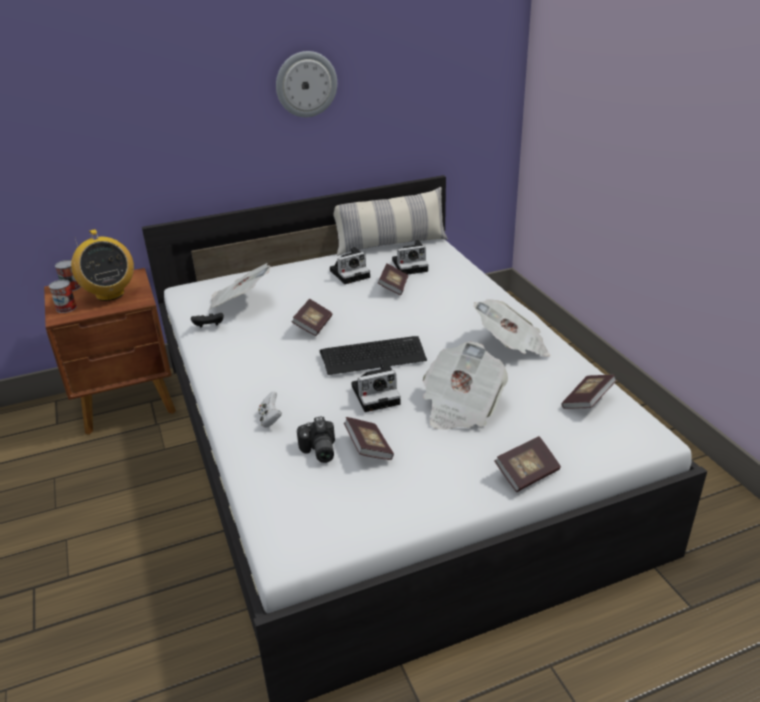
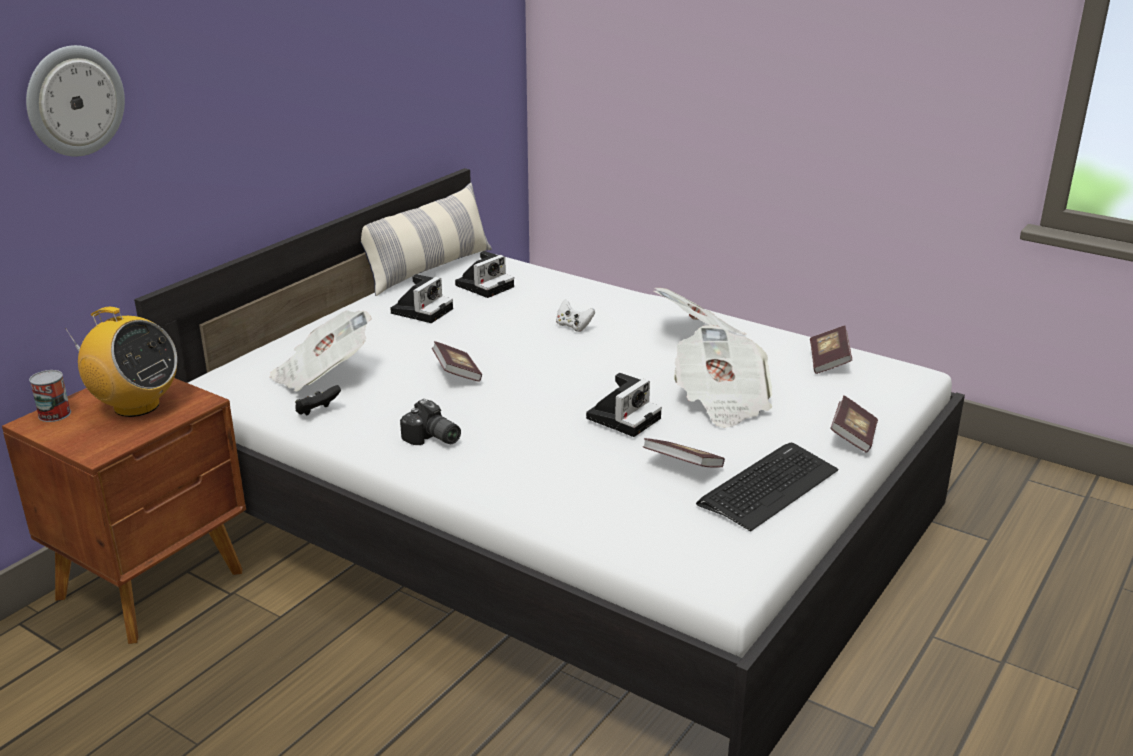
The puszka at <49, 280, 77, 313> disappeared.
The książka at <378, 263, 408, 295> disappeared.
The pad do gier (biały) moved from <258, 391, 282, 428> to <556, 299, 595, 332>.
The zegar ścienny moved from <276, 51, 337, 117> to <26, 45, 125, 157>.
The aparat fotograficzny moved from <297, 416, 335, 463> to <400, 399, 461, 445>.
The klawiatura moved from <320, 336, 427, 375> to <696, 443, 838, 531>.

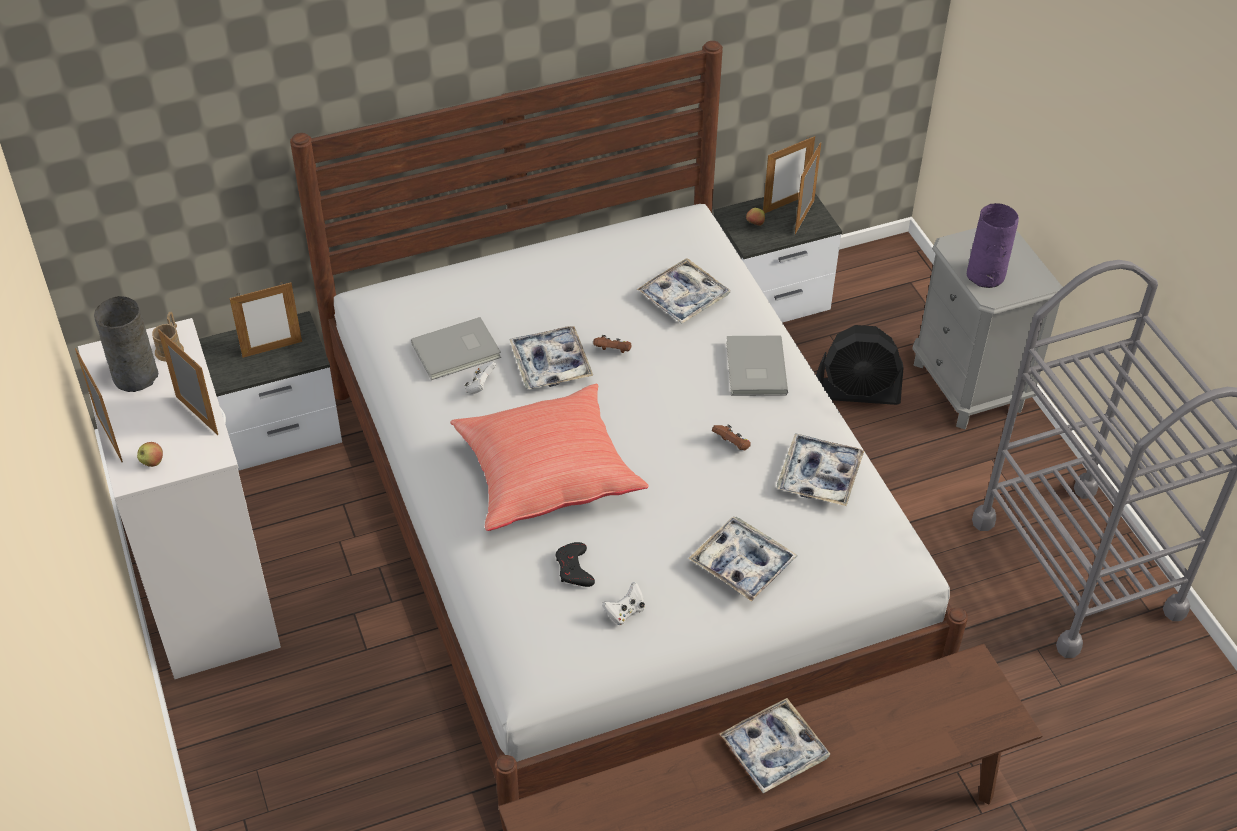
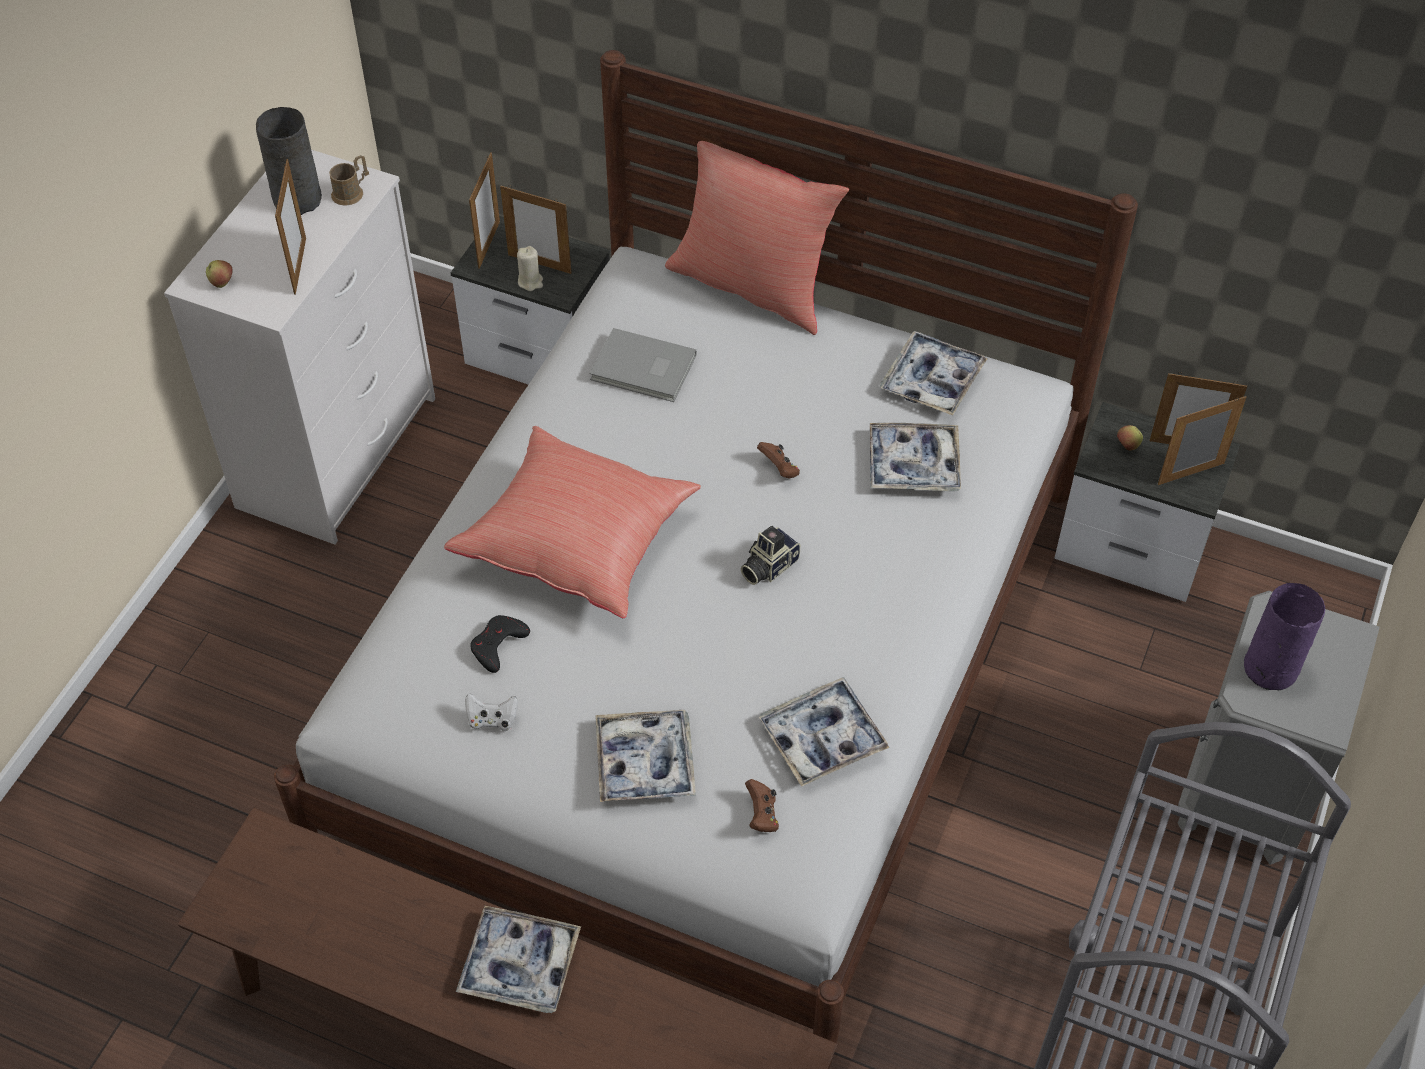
The pad do gier (biały) at <465, 361, 497, 394> disappeared.
The książka (szary) at <726, 336, 788, 396> disappeared.
The wentylator (czarny) at <816, 325, 904, 405> disappeared.
The świeca (beżowy) at <517, 246, 543, 291> appeared.
The poduszka (czerwony) at <665, 141, 849, 335> appeared.
The aparat fotograficzny at <741, 526, 800, 585> appeared.
The ramka na zdjęcie moved from <75, 348, 123, 462> to <469, 152, 500, 269>.
The taca moved from <509, 326, 593, 389> to <880, 331, 988, 415>.
The pad do gier (brązowy) moved from <712, 424, 751, 450> to <745, 779, 779, 832>.

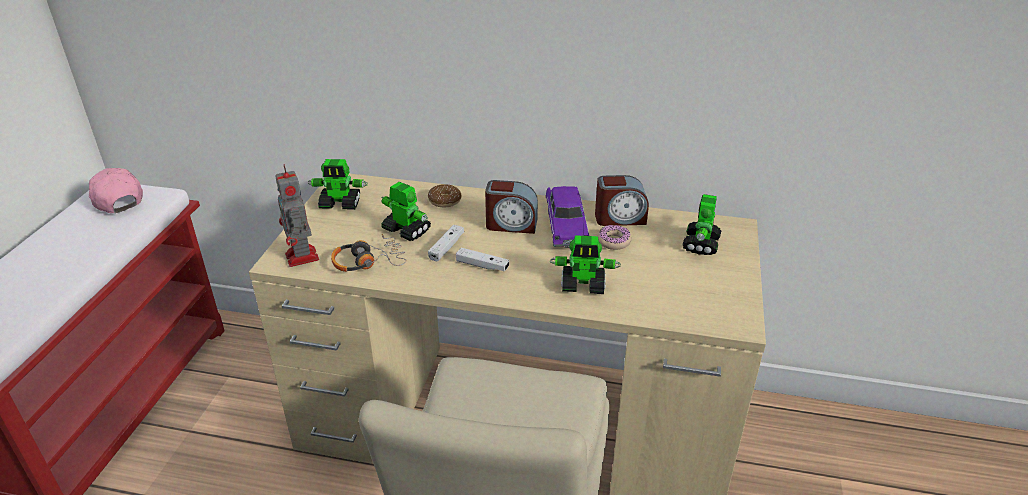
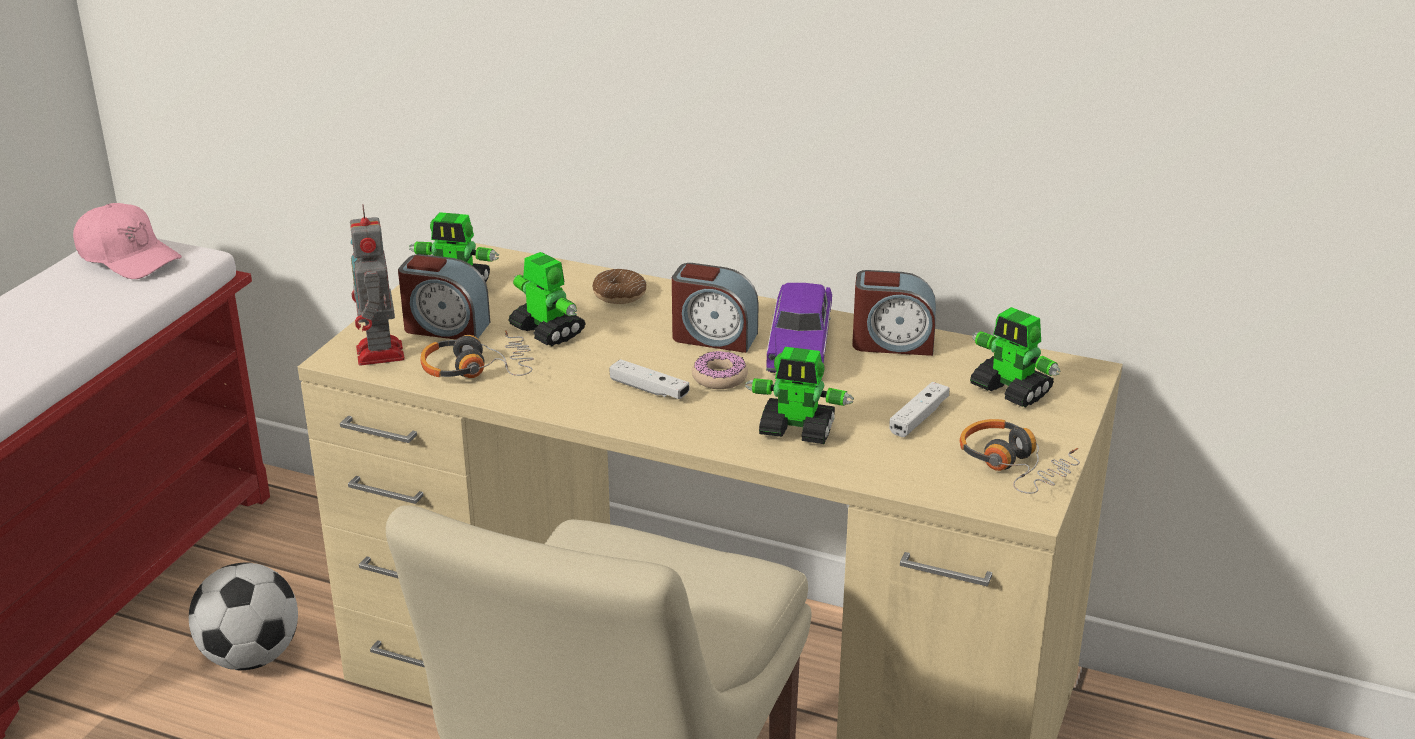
The piłka futbolowa at <189, 563, 298, 670> appeared.
The budzik at <398, 254, 490, 340> appeared.
The słuchawki at <960, 419, 1080, 494> appeared.
The pad do gier (biały) moved from <428, 225, 464, 261> to <889, 382, 949, 437>.
The donut moved from <597, 225, 632, 250> to <692, 351, 748, 389>.
The czapka z daszkiem (różowy) at <89, 168, 143, 213> turned 150 degrees clockwise.
The robot zabawkowy at <682, 194, 721, 255> turned 75 degrees counterclockwise.

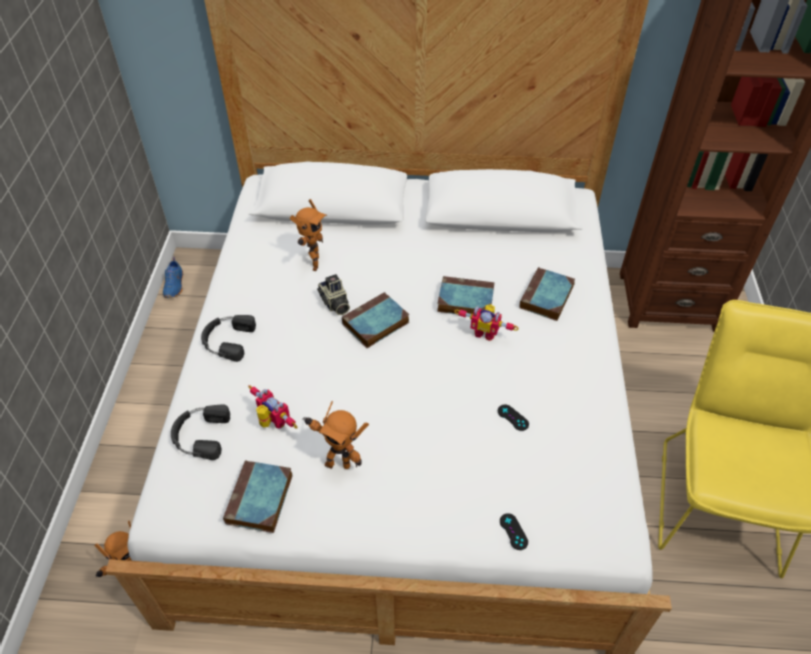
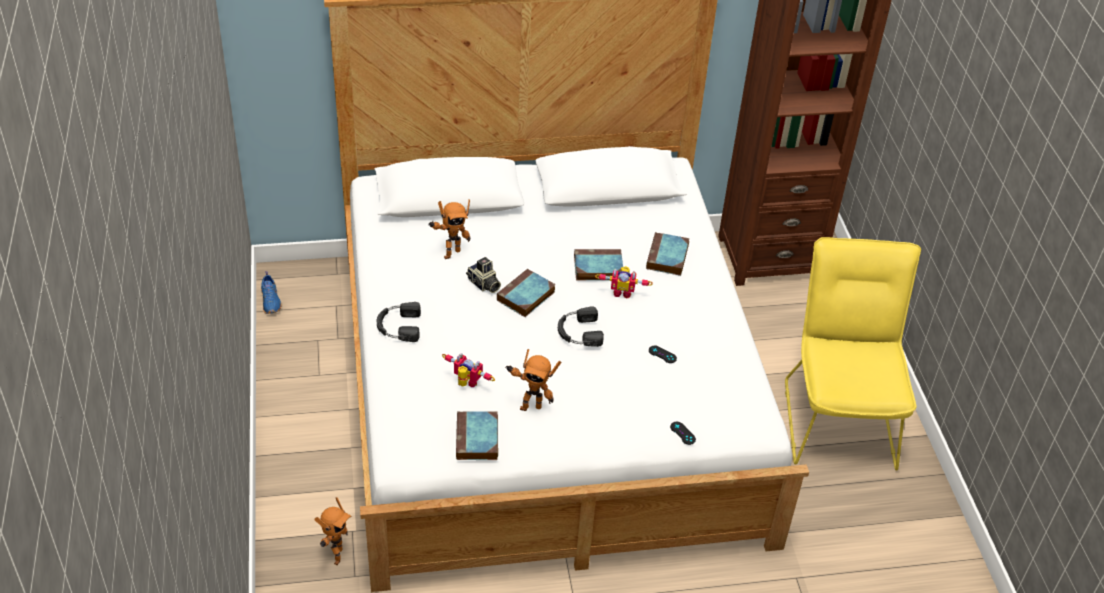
The słuchawki (czarny) moved from <171, 404, 230, 460> to <558, 306, 604, 347>.
The robot zabawkowy at <290, 199, 327, 271> turned 60 degrees clockwise.

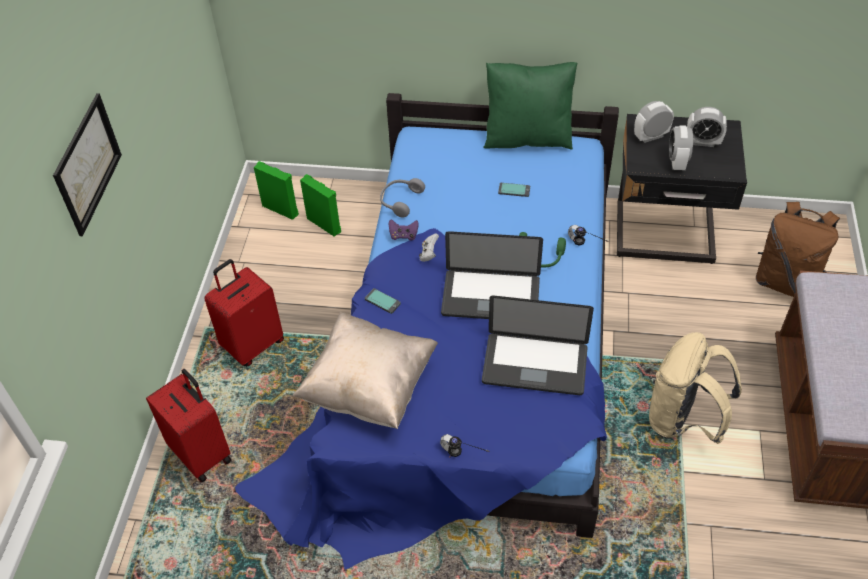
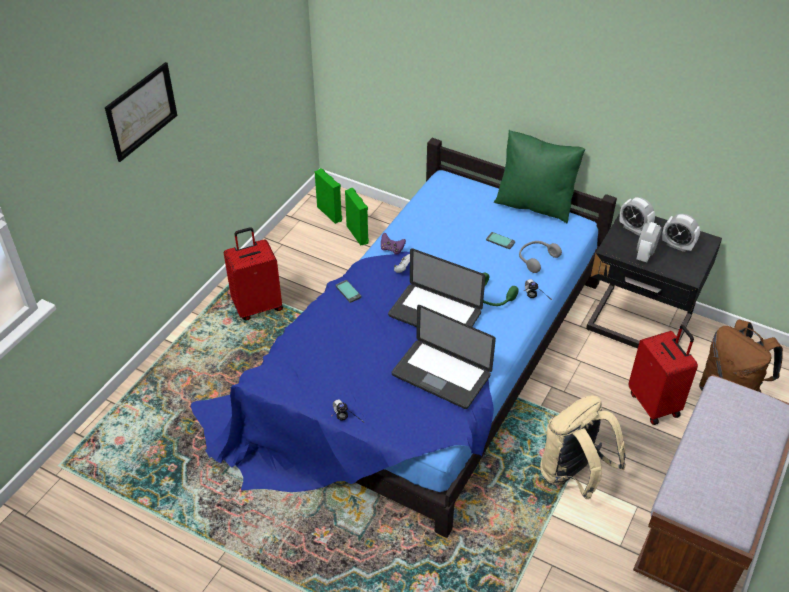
The poduszka (beżowy) at <292, 311, 438, 429> disappeared.
The walizka (czerwony) moved from <146, 369, 231, 483> to <628, 325, 698, 425>.
The słuchawki (szary) moved from <380, 178, 425, 217> to <519, 241, 562, 273>.
The budzik at <634, 101, 674, 143> turned 135 degrees counterclockwise.

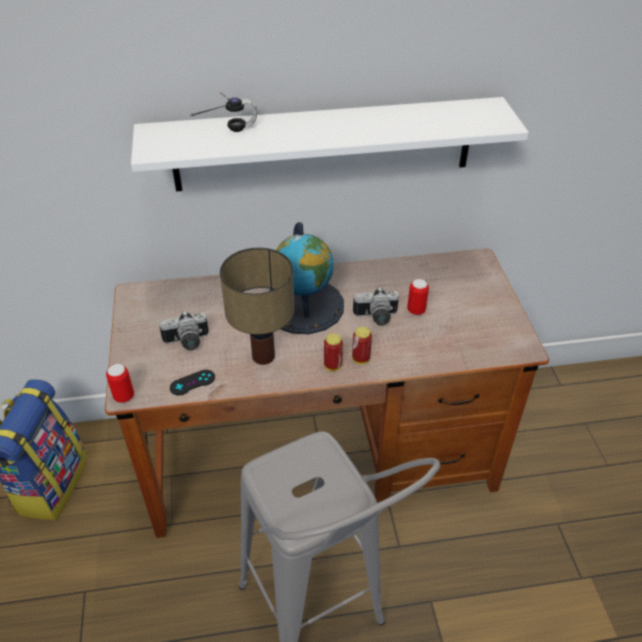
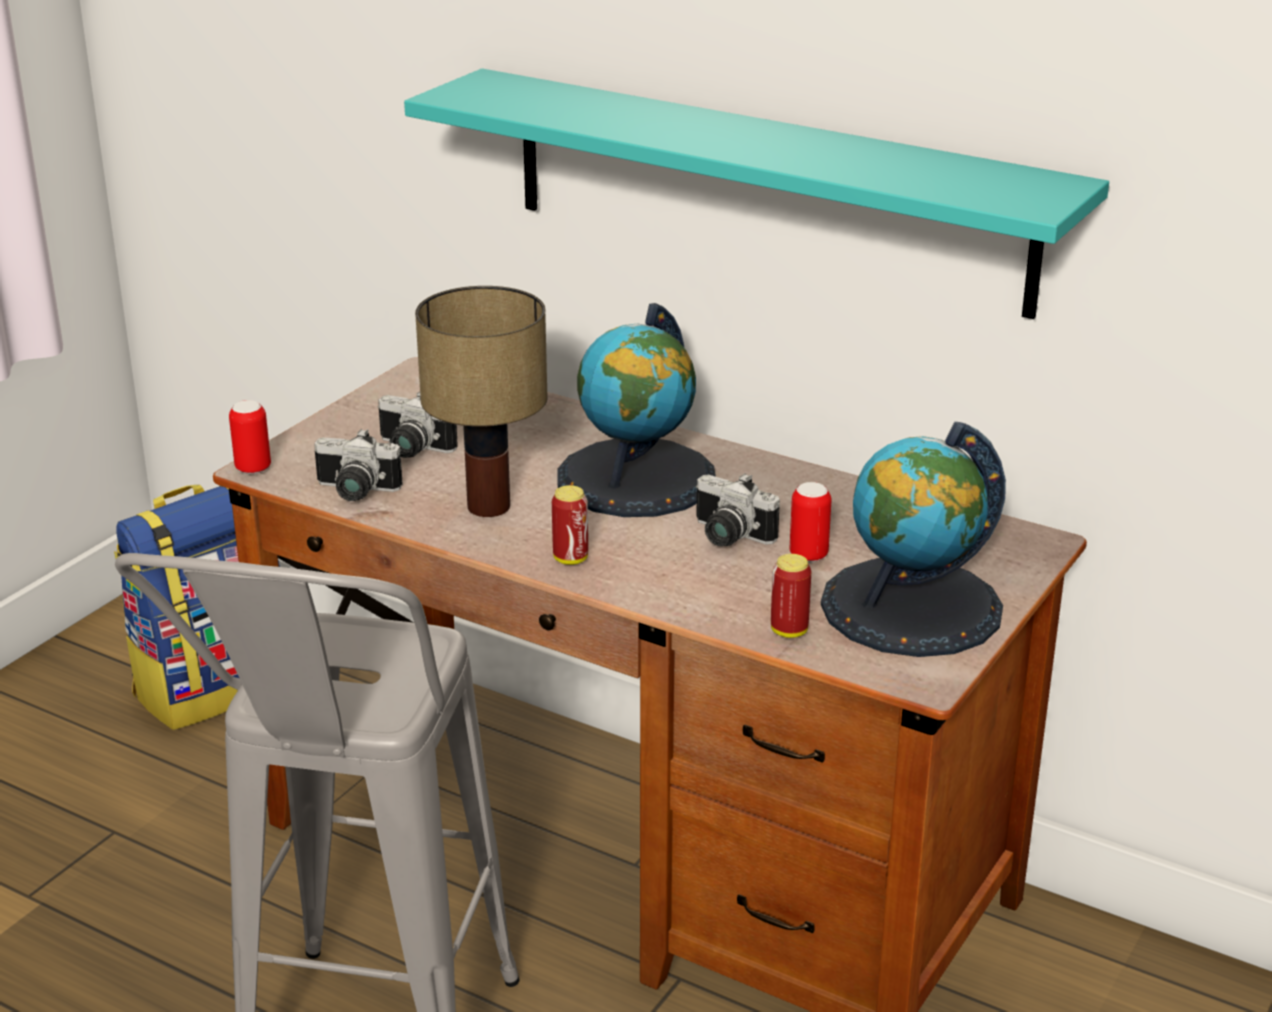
The słuchawki at <190, 93, 257, 132> disappeared.
The globus at <821, 422, 1006, 657> appeared.
The puszka moved from <352, 327, 372, 364> to <771, 554, 812, 638>.
The pad do gier (czarny) at <170, 370, 215, 396> was replaced by the aparat fotograficzny at <314, 429, 403, 501>.
The półka (biały) at <131, 97, 529, 191> became the półka (turkusowy) at <404, 69, 1109, 319>.

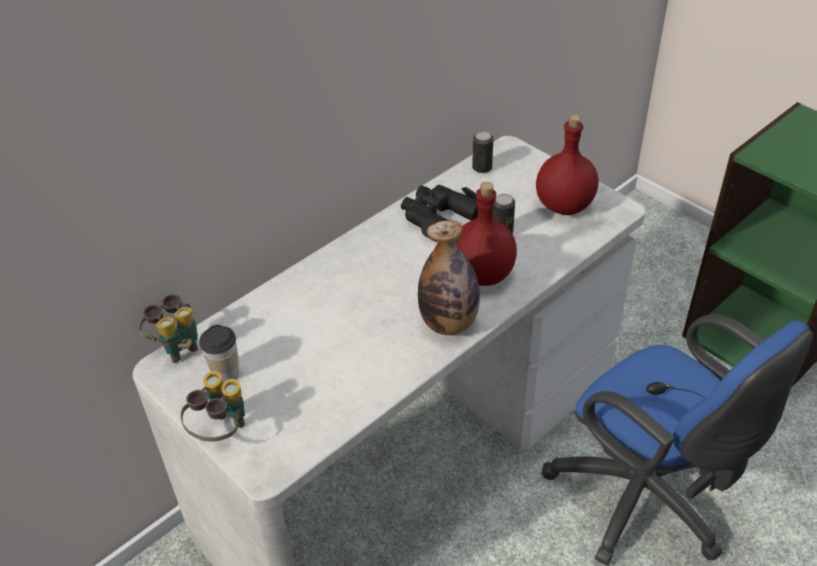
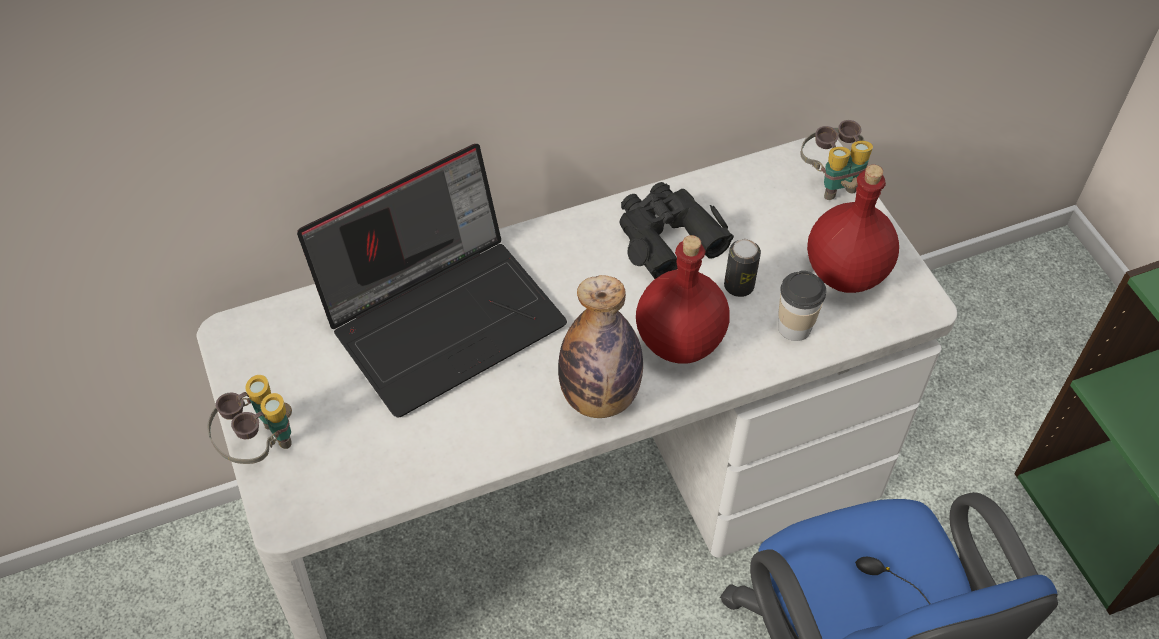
The puszka at <472, 131, 493, 173> disappeared.
The laptop at <297, 144, 567, 417> appeared.
The lornetka moved from <138, 294, 198, 363> to <800, 120, 873, 200>.
The filiżanka moved from <199, 325, 239, 383> to <778, 271, 826, 341>.

